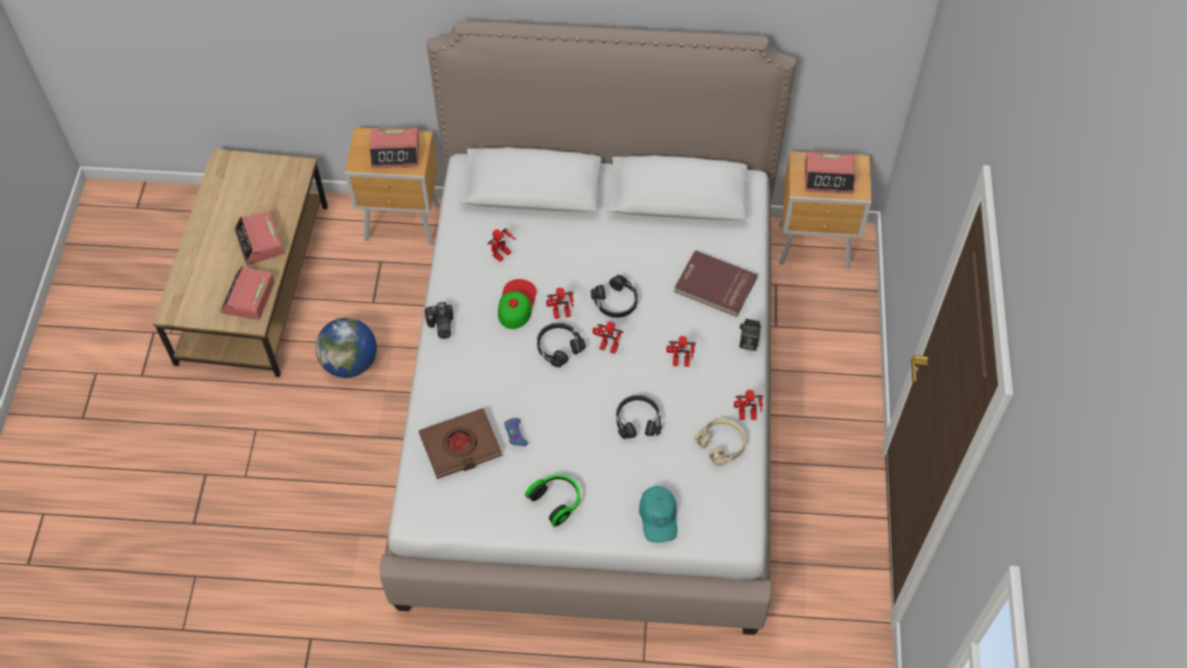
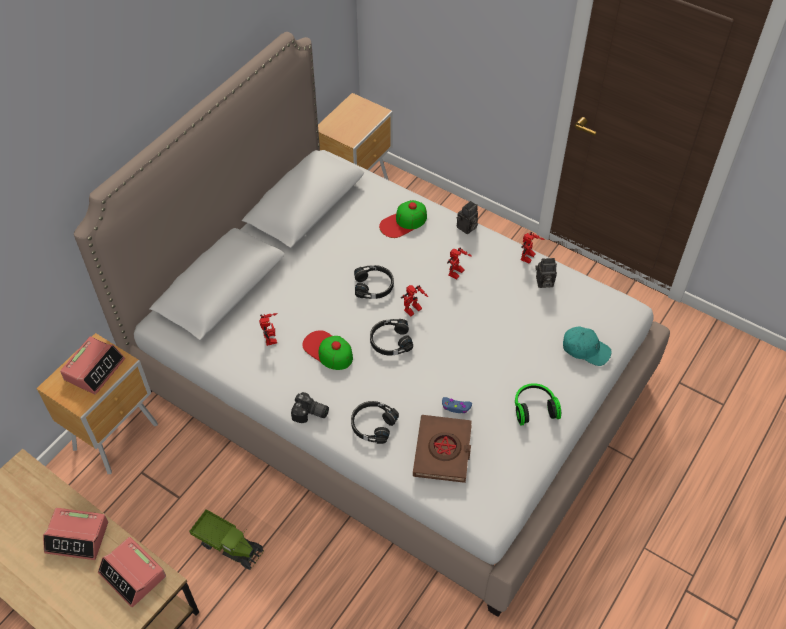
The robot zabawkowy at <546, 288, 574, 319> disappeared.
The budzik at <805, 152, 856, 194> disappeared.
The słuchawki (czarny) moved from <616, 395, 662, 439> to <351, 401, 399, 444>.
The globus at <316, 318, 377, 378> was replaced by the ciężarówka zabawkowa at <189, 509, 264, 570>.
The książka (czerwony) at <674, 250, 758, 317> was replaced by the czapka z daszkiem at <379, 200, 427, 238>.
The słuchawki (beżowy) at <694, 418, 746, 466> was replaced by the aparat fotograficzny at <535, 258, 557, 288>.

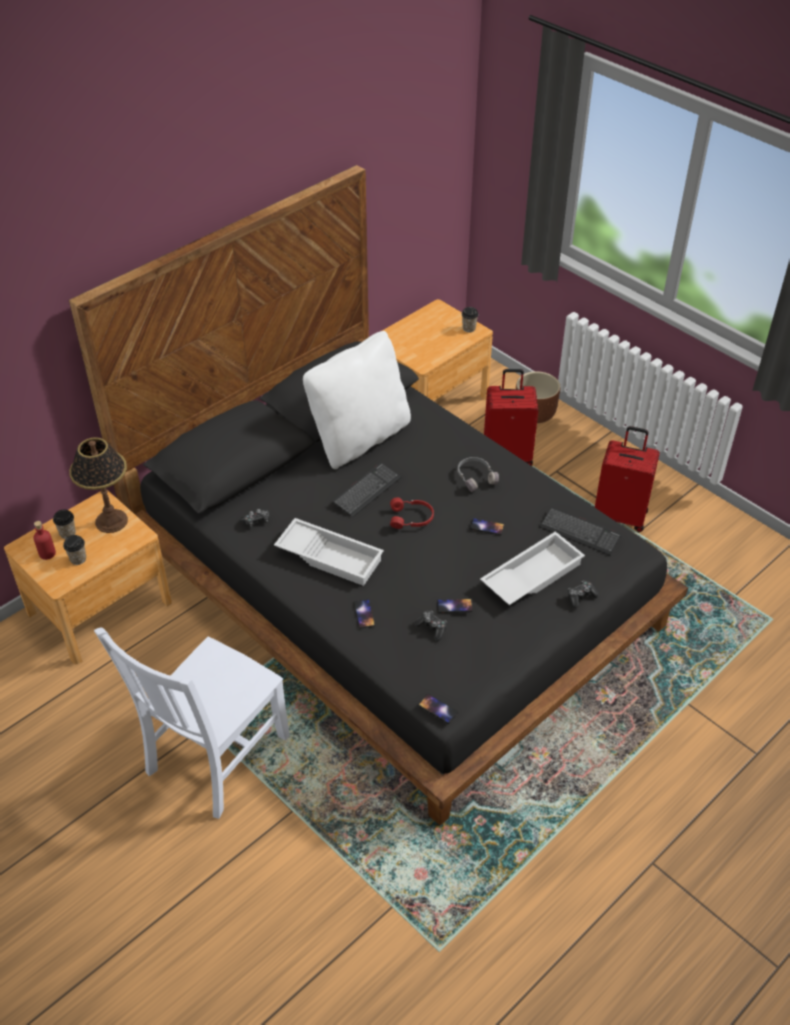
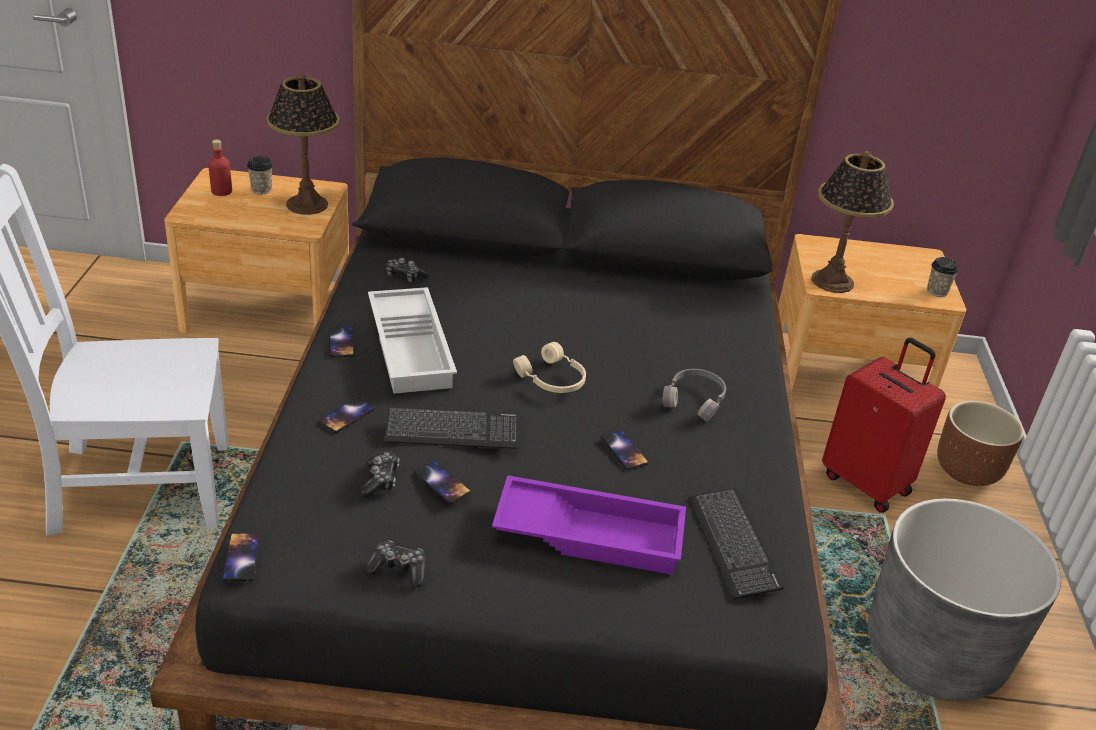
The filiżanka at <63, 535, 86, 565> disappeared.
The poduszka (biały) at <303, 331, 411, 469> disappeared.
The telefon at <329, 327, 355, 357> appeared.
The lampa stołowa at <811, 151, 894, 293> appeared.
The klawiatura moved from <332, 462, 401, 518> to <384, 405, 518, 449>.
The pad do gier moved from <568, 581, 599, 608> to <365, 540, 425, 587>.
The walizka (czerwony) at <595, 426, 660, 532> was replaced by the donica (szary) at <868, 499, 1061, 701>.
The słuchawki (czerwony) at <390, 497, 434, 529> became the słuchawki (beżowy) at <513, 342, 586, 393>.
The taca (biały) at <480, 531, 585, 605> became the taca (fioletowy) at <492, 475, 686, 575>.

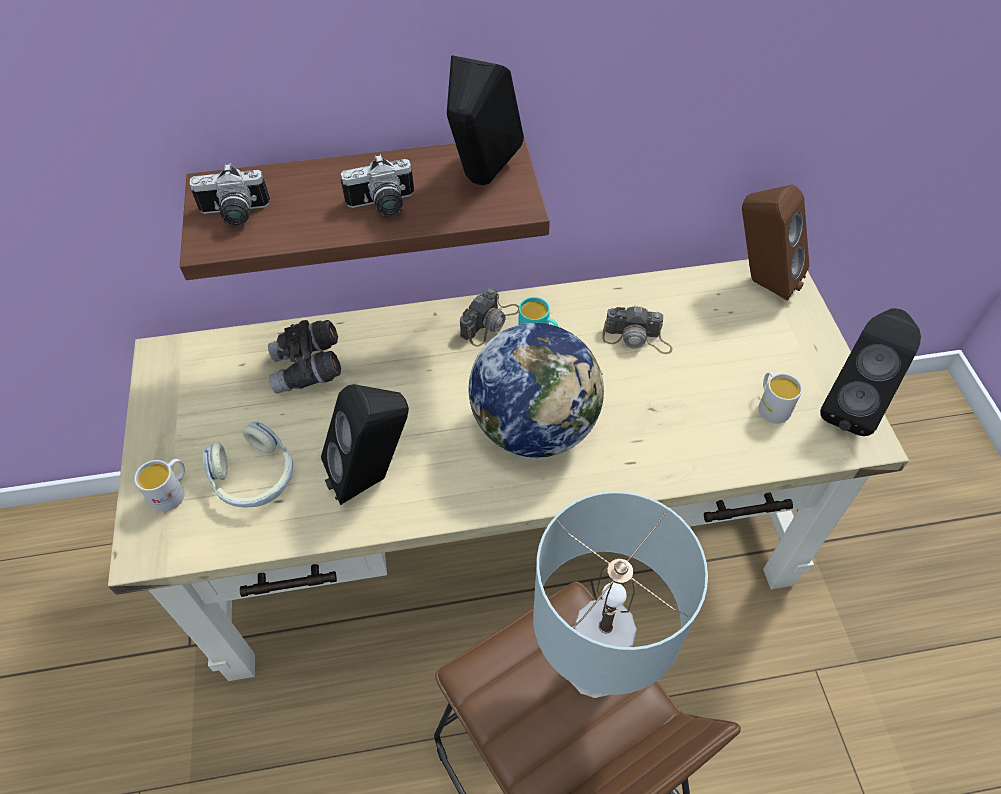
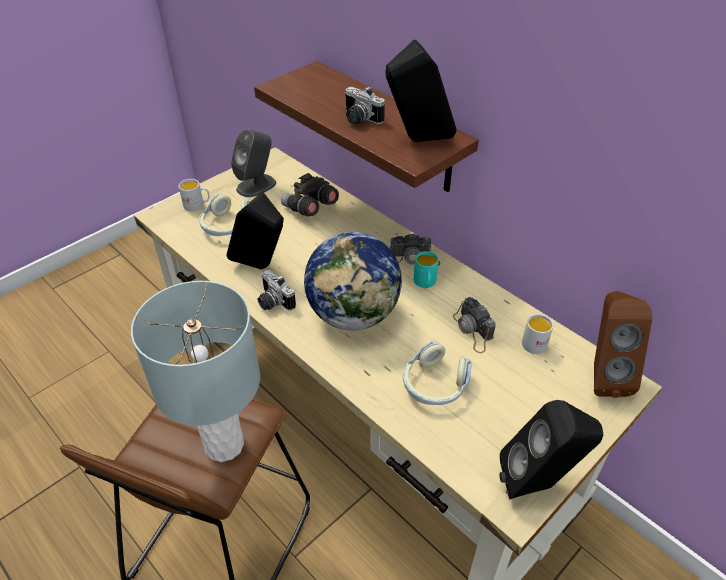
The głośnik (szary) at <231, 129, 276, 197> appeared.
The słuchawki at <403, 342, 472, 405> appeared.
The aparat fotograficzny moved from <189, 163, 270, 227> to <258, 270, 296, 310>.
The kubek (biały) moved from <758, 372, 802, 424> to <522, 314, 553, 354>.

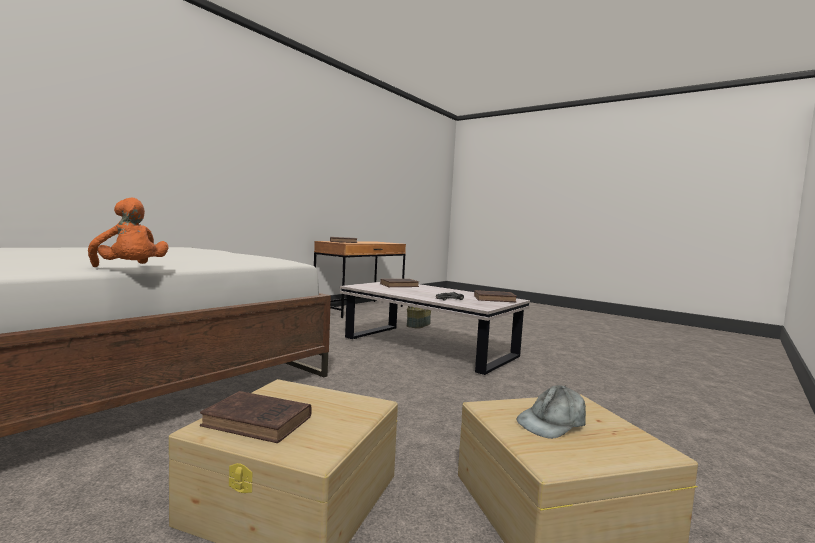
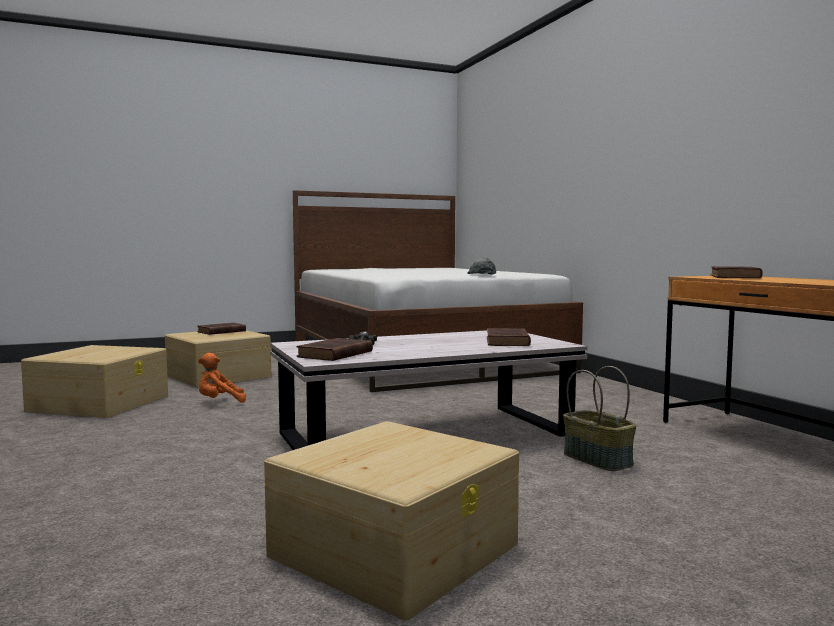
The pojemnik do przechowywania (beżowy) at <263, 421, 519, 621> appeared.
The pluszak (pomarańczowy) moved from <88, 197, 169, 267> to <198, 353, 246, 403>.
The czapka z daszkiem (szary) moved from <516, 386, 586, 439> to <468, 258, 496, 274>.

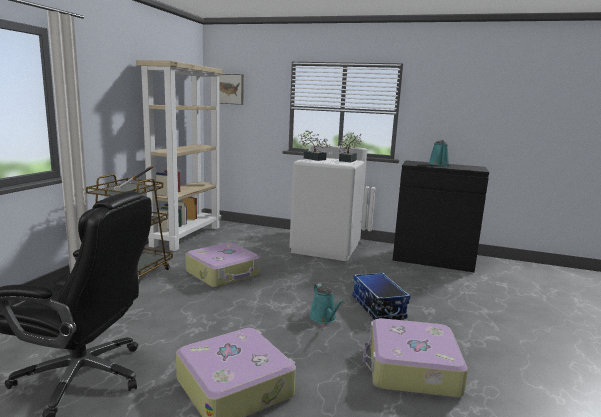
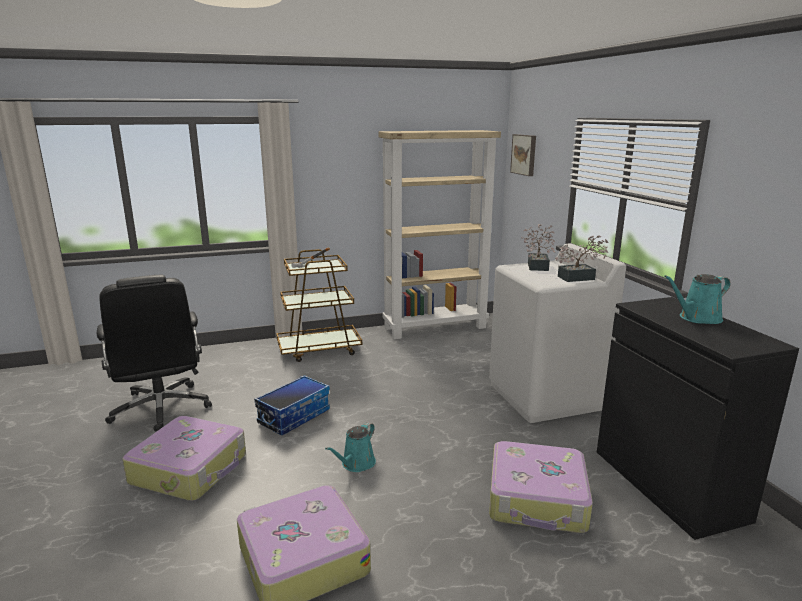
The walizka moved from <185, 243, 260, 288> to <489, 441, 593, 533>.
The pojemnik do przechowywania moved from <352, 273, 411, 320> to <254, 375, 330, 435>.

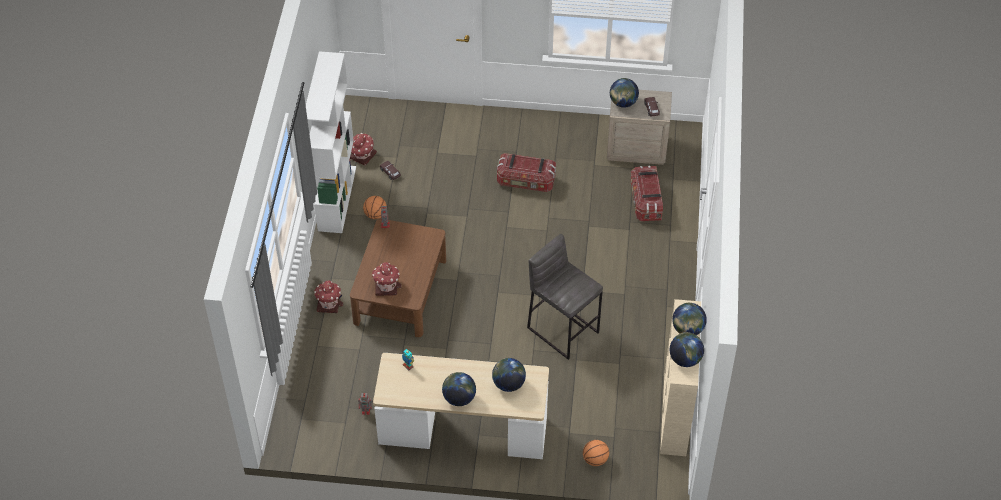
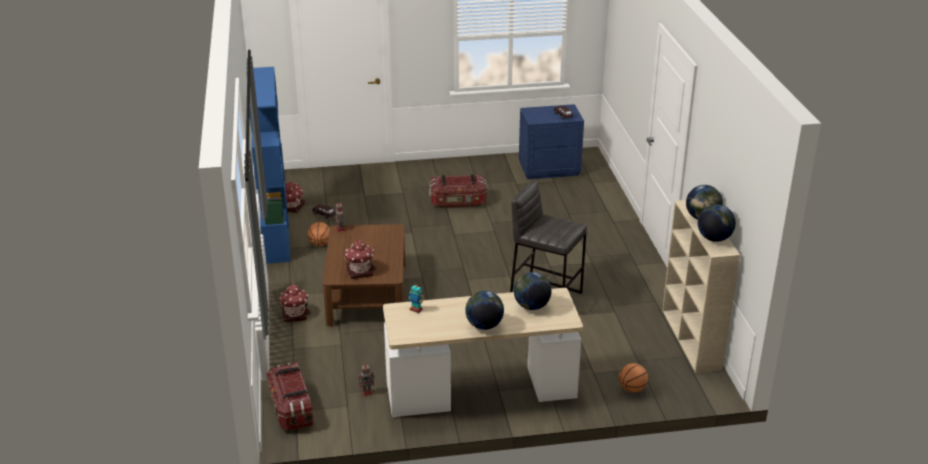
The globus at <610, 78, 639, 108> disappeared.
The pojemnik do przechowywania moved from <631, 166, 663, 221> to <266, 362, 313, 431>.
The regał (biały) at <306, 51, 356, 233> became the regał (niebieski) at <250, 67, 291, 264>.
The szafka nocna (beżowy) at <607, 90, 672, 165> became the szafka nocna (niebieski) at <519, 104, 584, 179>.

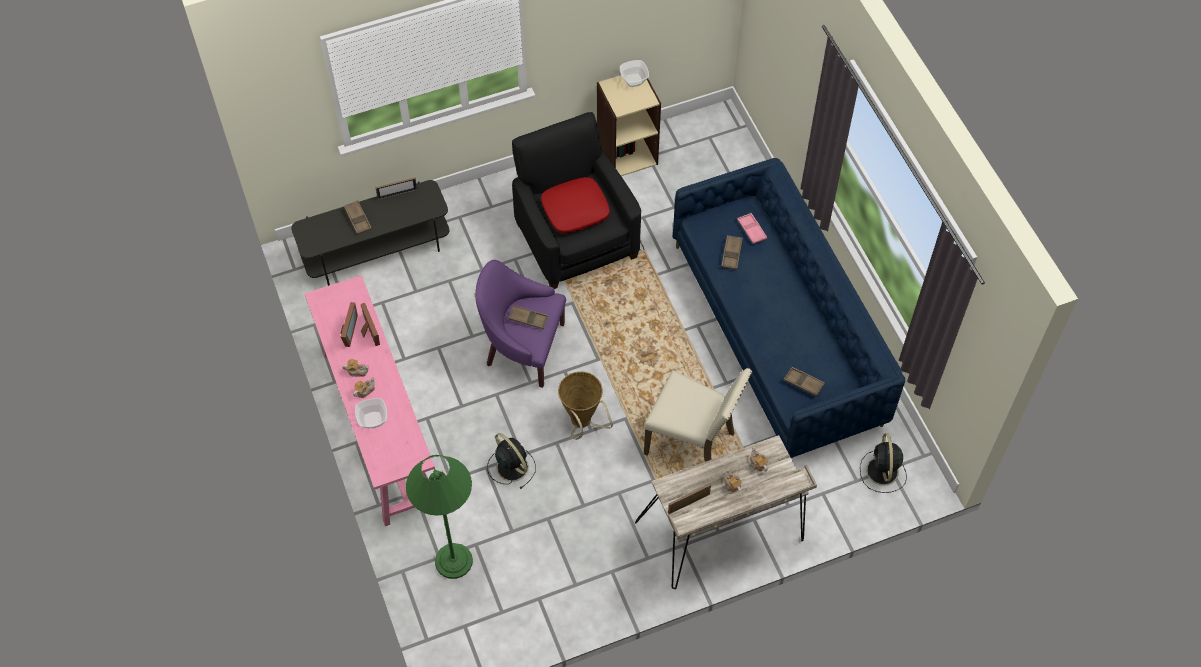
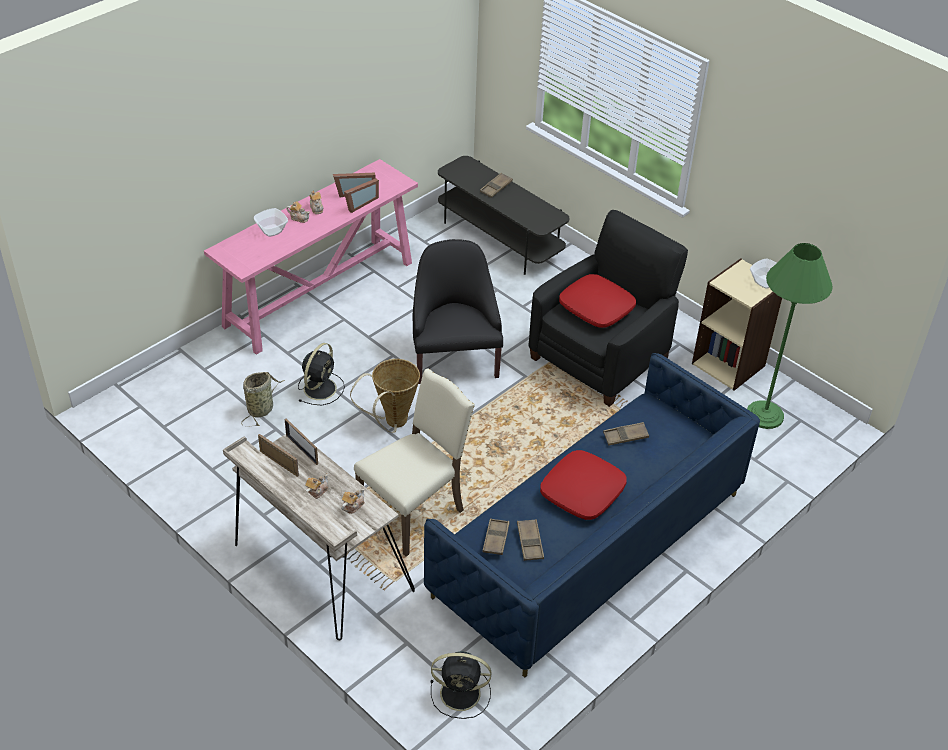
The taca (różowy) at <737, 213, 767, 244> disappeared.
The koszyk at <241, 372, 285, 426> appeared.
The poduszka (czerwony) at <540, 450, 627, 520> appeared.
The ramka na zdjęcie moved from <375, 177, 417, 200> to <285, 418, 318, 465>.
The lampa stojąca (zielony) moved from <406, 455, 473, 579> to <747, 243, 833, 429>.
The taca (brązowy) moved from <509, 305, 548, 329> to <517, 519, 544, 561>.
The fotel (fioletowy) at <475, 260, 566, 388> became the fotel (czarny) at <413, 239, 503, 384>.
The krzesło (beżowy) at <644, 368, 752, 462> turned 135 degrees counterclockwise.
The wentylator (czarny) at <860, 433, 907, 493> turned 150 degrees counterclockwise.

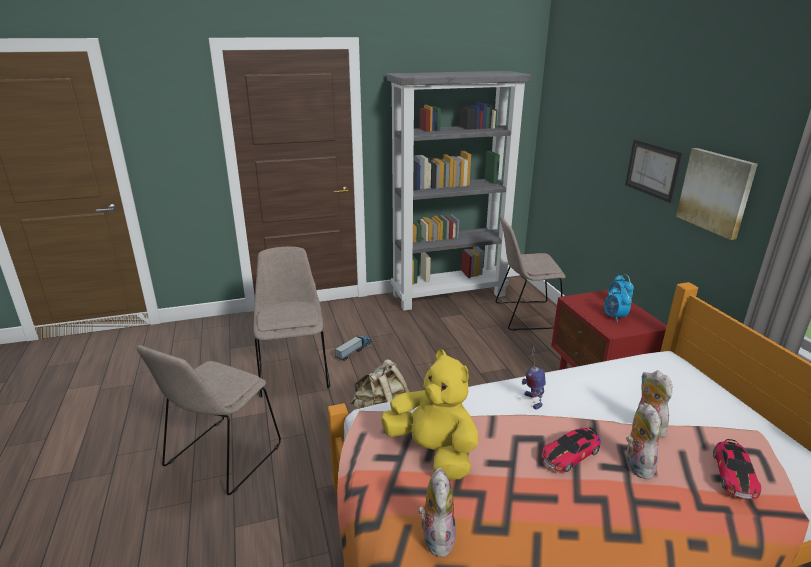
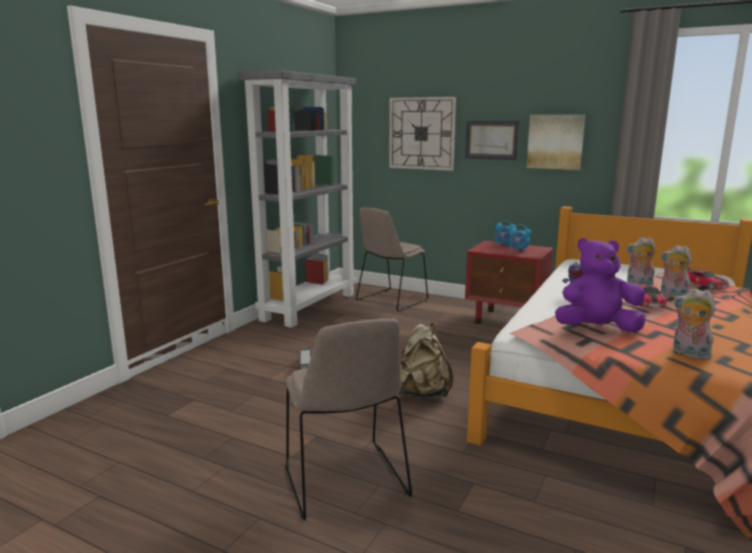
The krzesło (beżowy) at <253, 247, 330, 397> disappeared.
The zegar ścienny at <389, 97, 456, 171> appeared.
The pluszak (żółty) at <381, 349, 479, 480> became the pluszak (fioletowy) at <555, 238, 646, 332>.

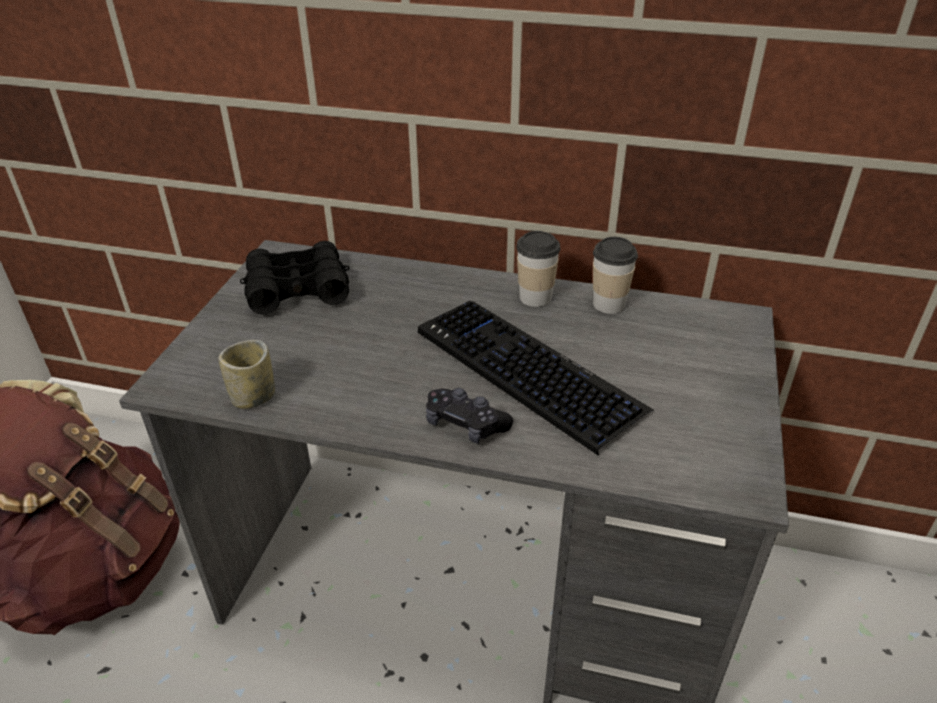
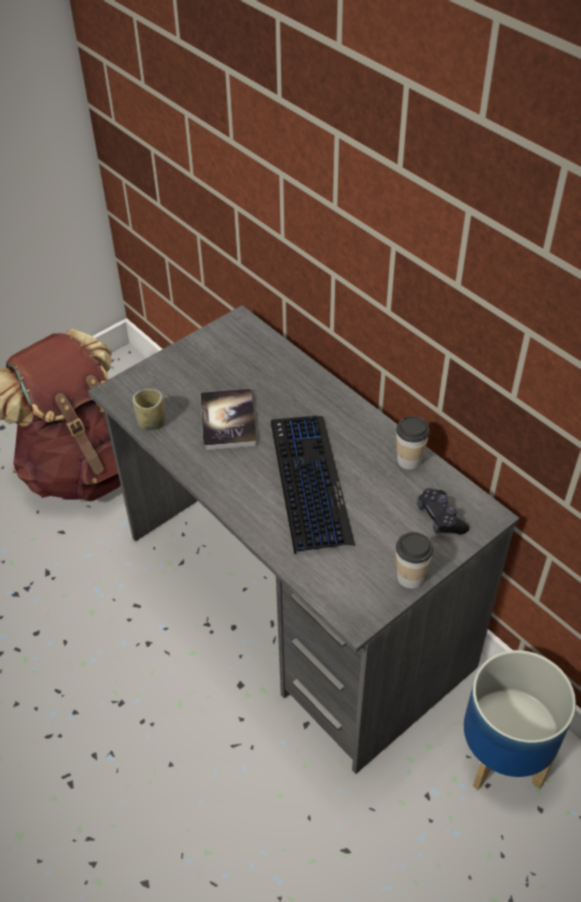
The lornetka (czarny) at <240, 241, 350, 315> disappeared.
The książka at <200, 388, 257, 450> appeared.
The donica at <464, 650, 576, 790> appeared.
The pad do gier (czarny) moved from <426, 388, 513, 444> to <417, 488, 469, 534>.
The filiżanka moved from <516, 231, 560, 307> to <396, 532, 433, 589>.

